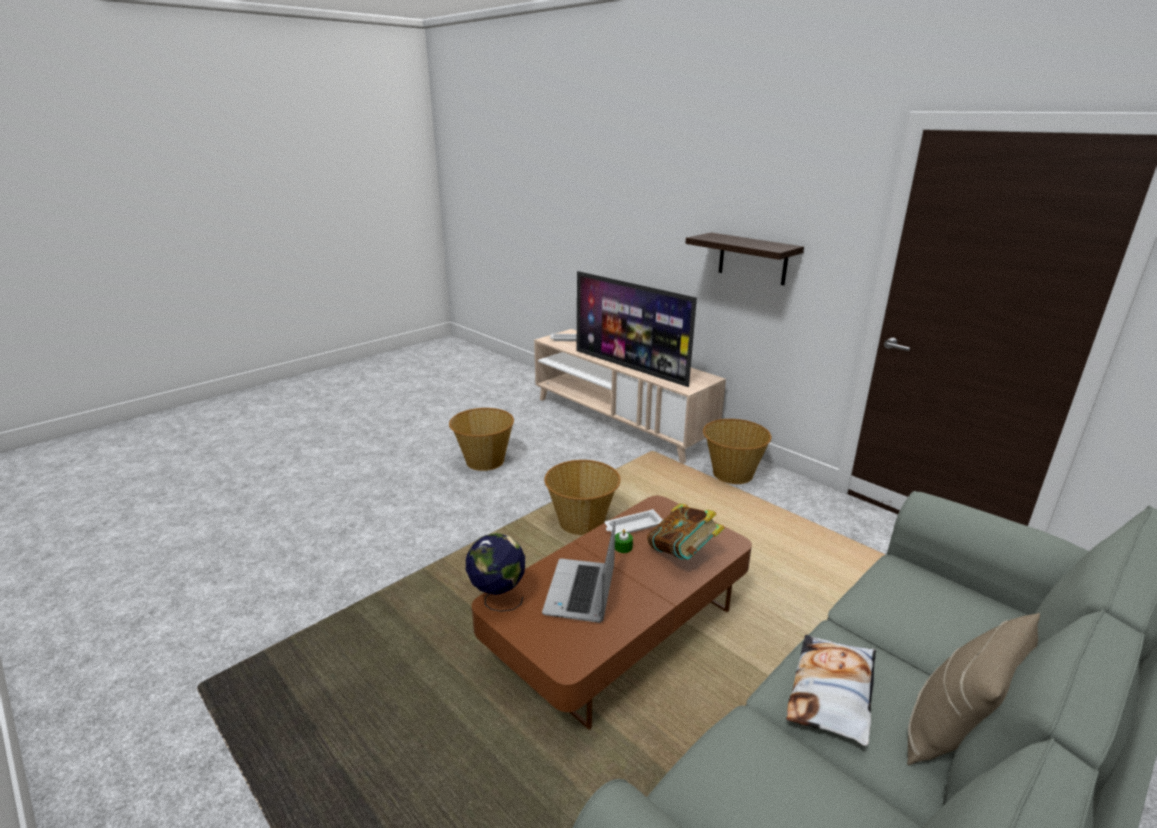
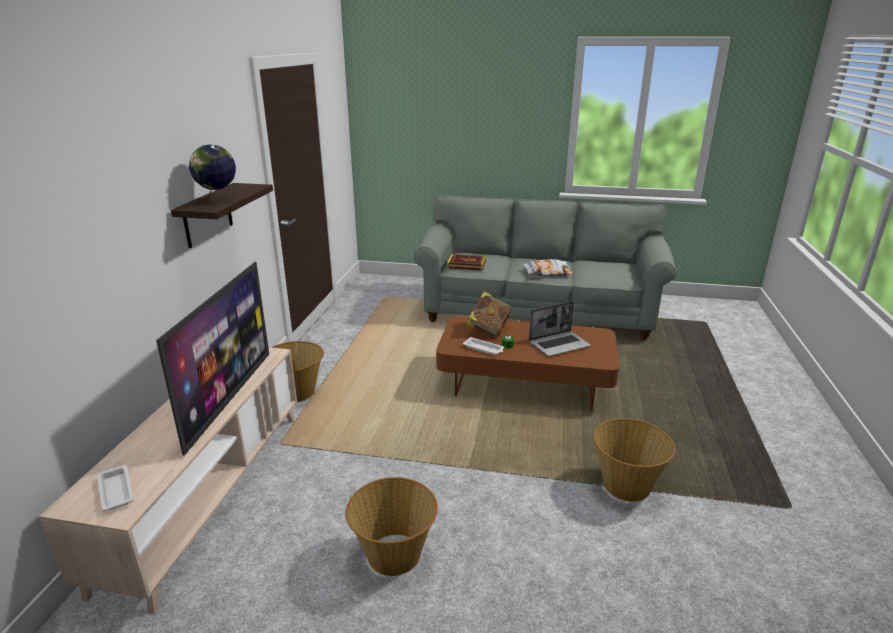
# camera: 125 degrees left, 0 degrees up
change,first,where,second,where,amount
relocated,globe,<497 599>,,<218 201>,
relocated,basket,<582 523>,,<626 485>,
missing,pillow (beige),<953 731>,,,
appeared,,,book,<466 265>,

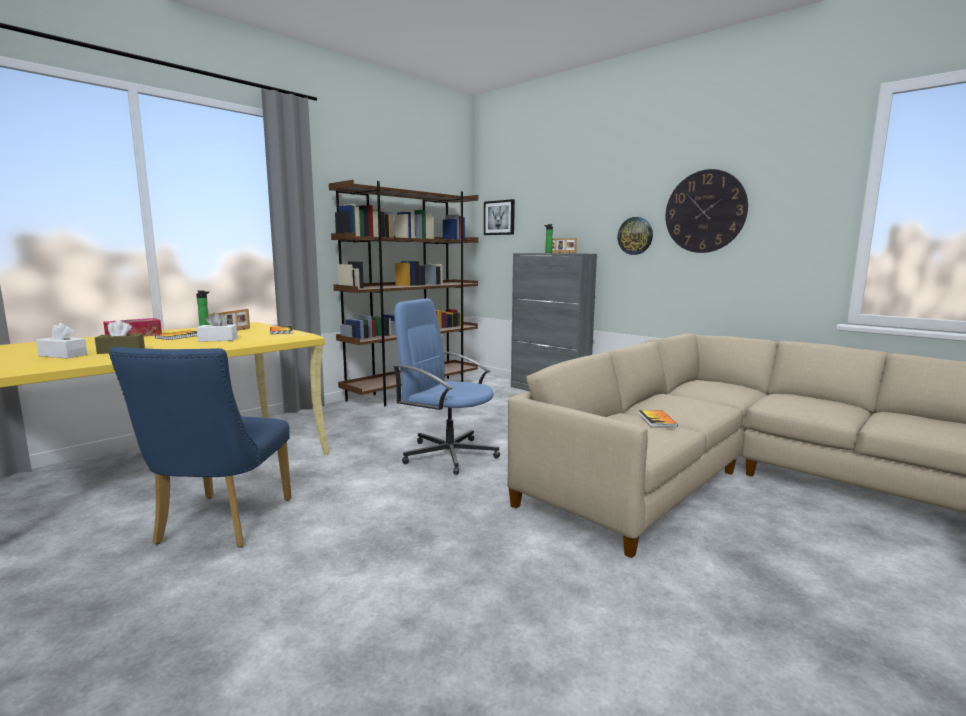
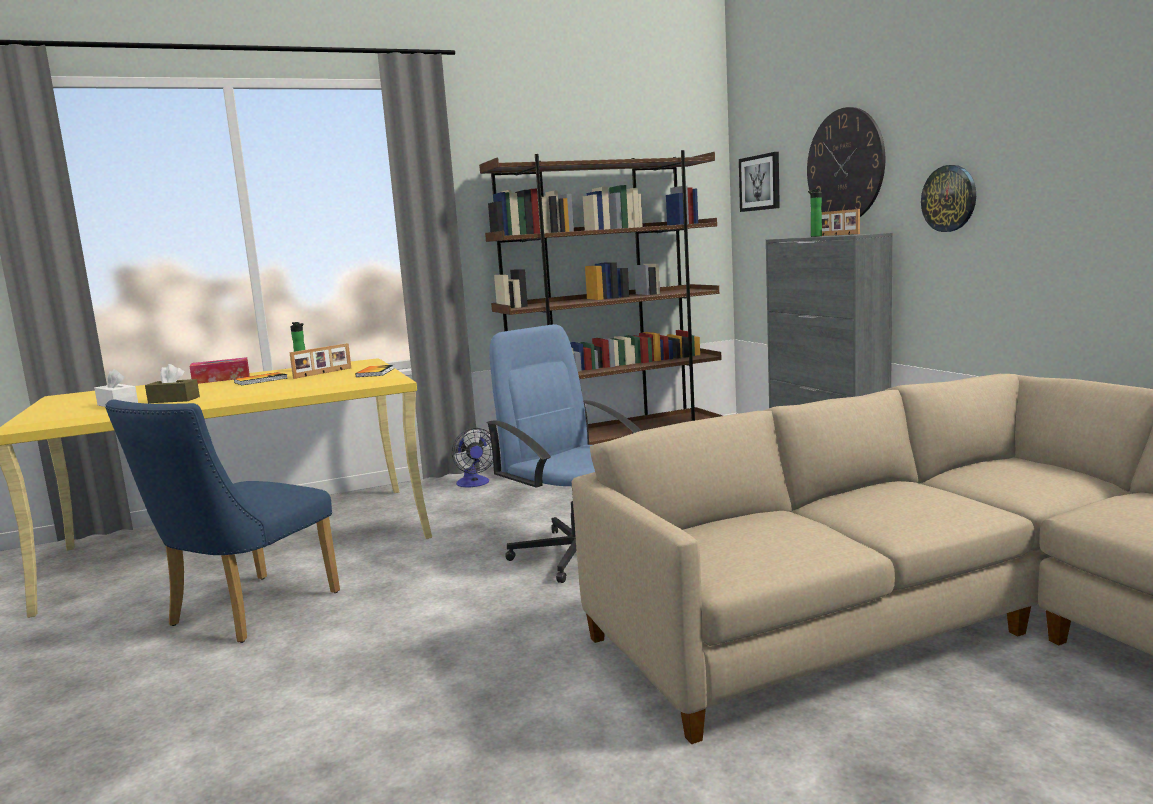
# camera: 25 degrees right, 0 degrees up
change,first,where,second,where,amount
missing,tissue box (white),<218 339>,,,
missing,book,<657 420>,,,
relocated,wall clock,<705 211>,,<845 166>,
appeared,,,fan,<474 484>,

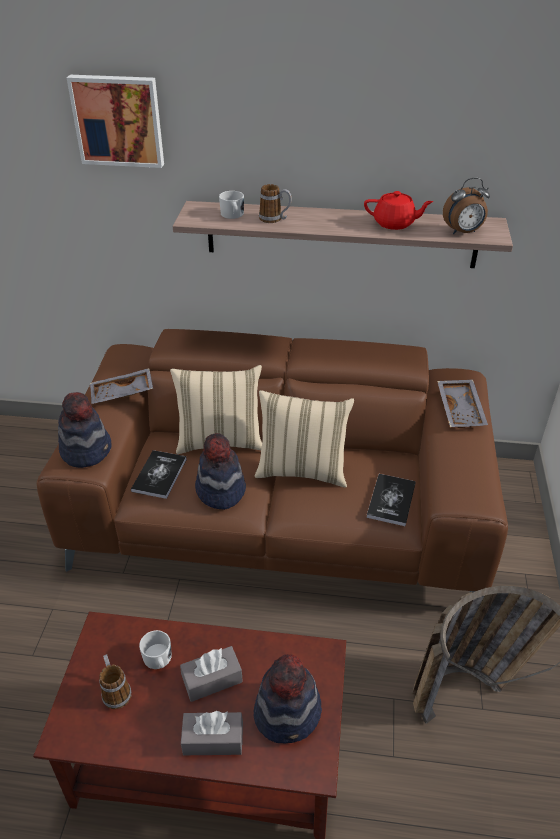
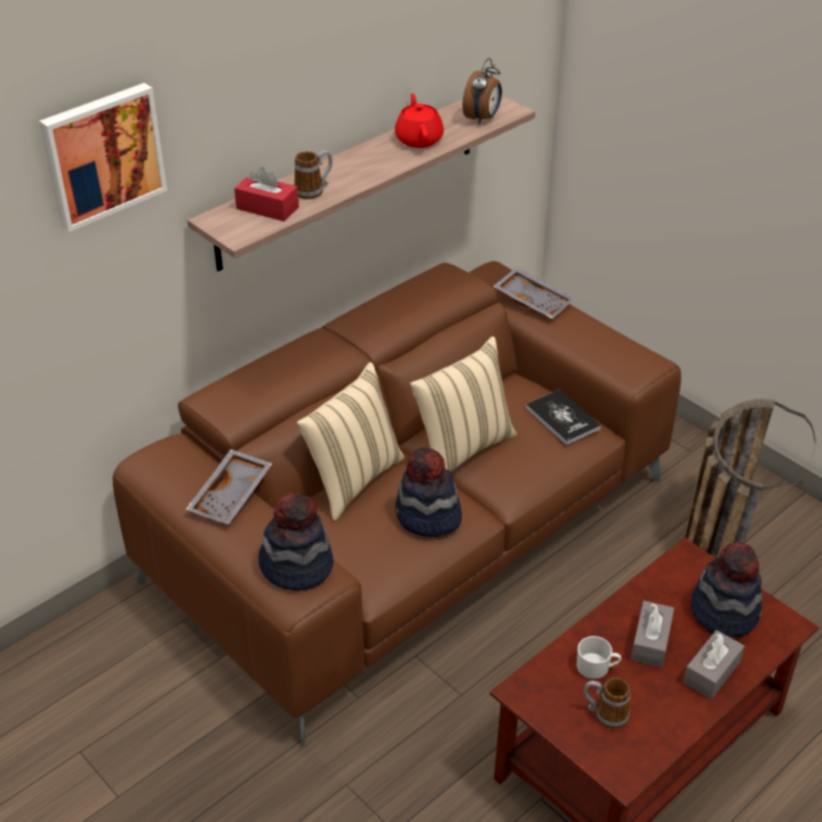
# camera: 50 degrees left, 0 degrees up
change,first,where,second,where,amount
missing,book,<159 475>,,,
exchanged,mug (white),<233 215>,tissue box (red),<267 208>,
spun,teapot (red),<395 223>,,<419 139>,60 degrees counterclockwise

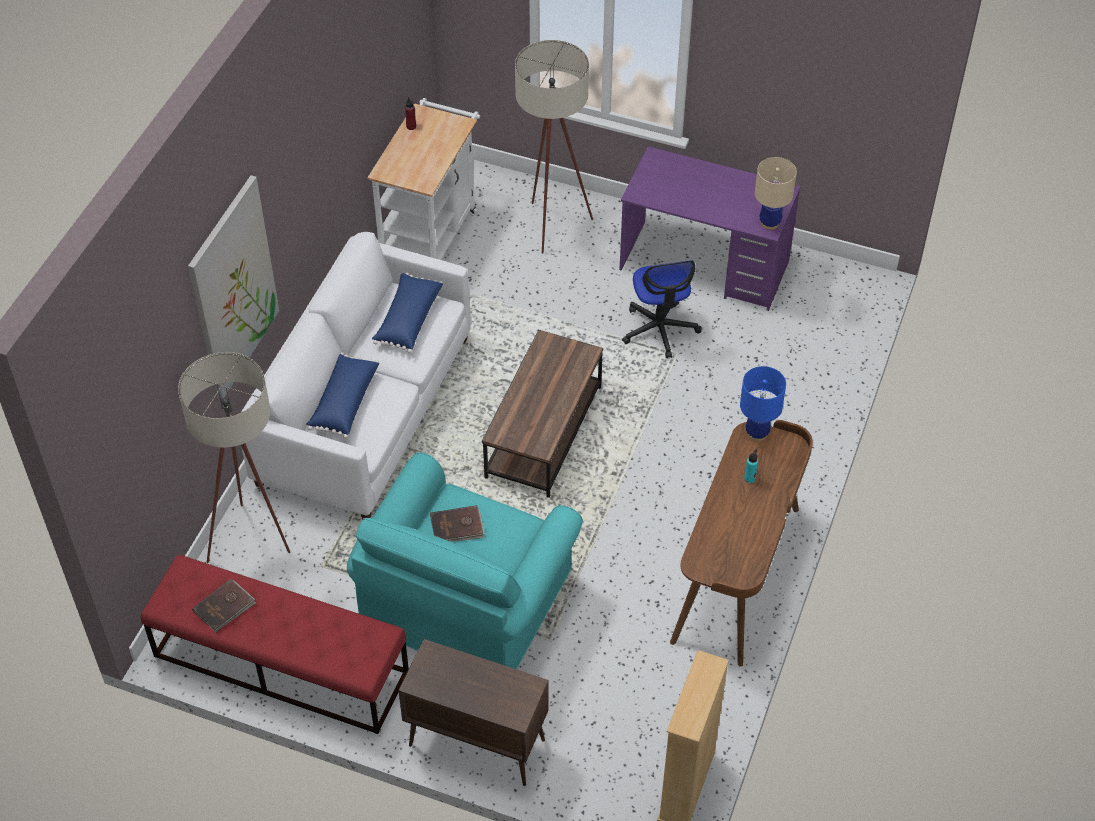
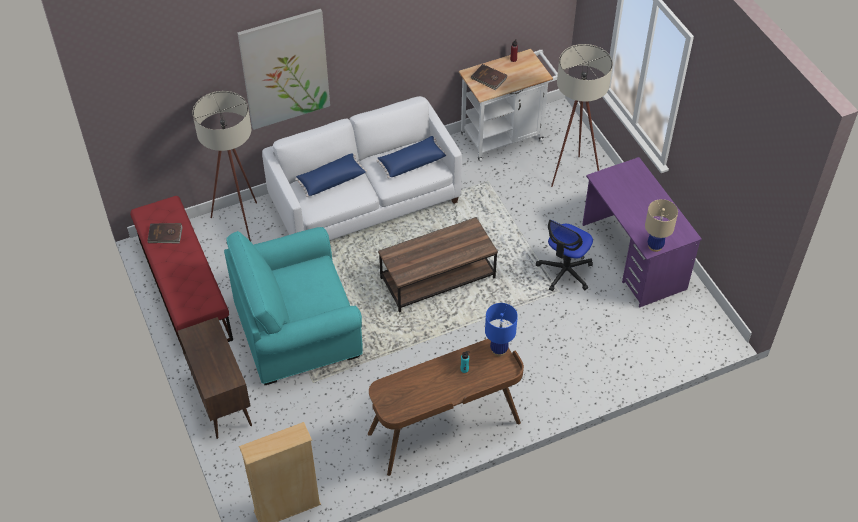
# camera: 45 degrees right, 0 degrees up
change,first,where,second,where,amount
relocated,book (brown),<457 527>,,<489 78>,

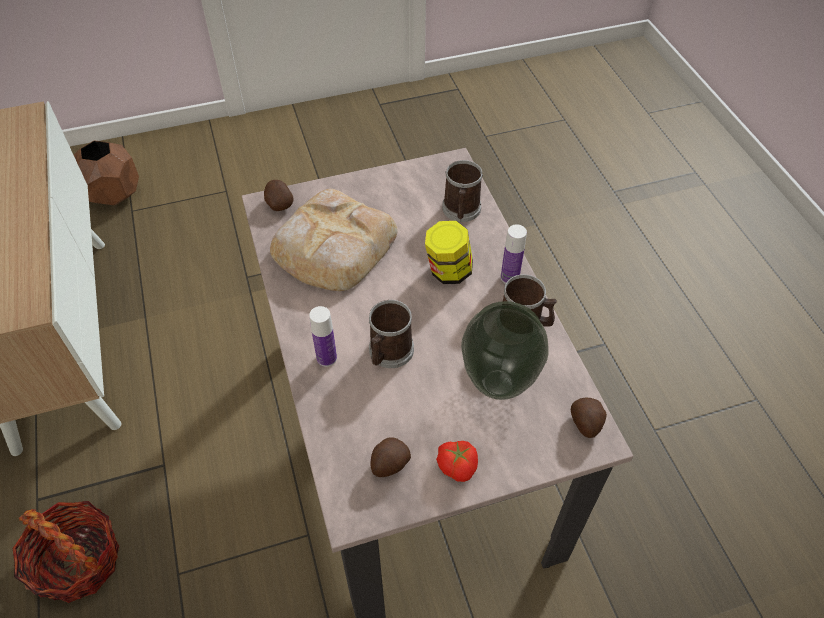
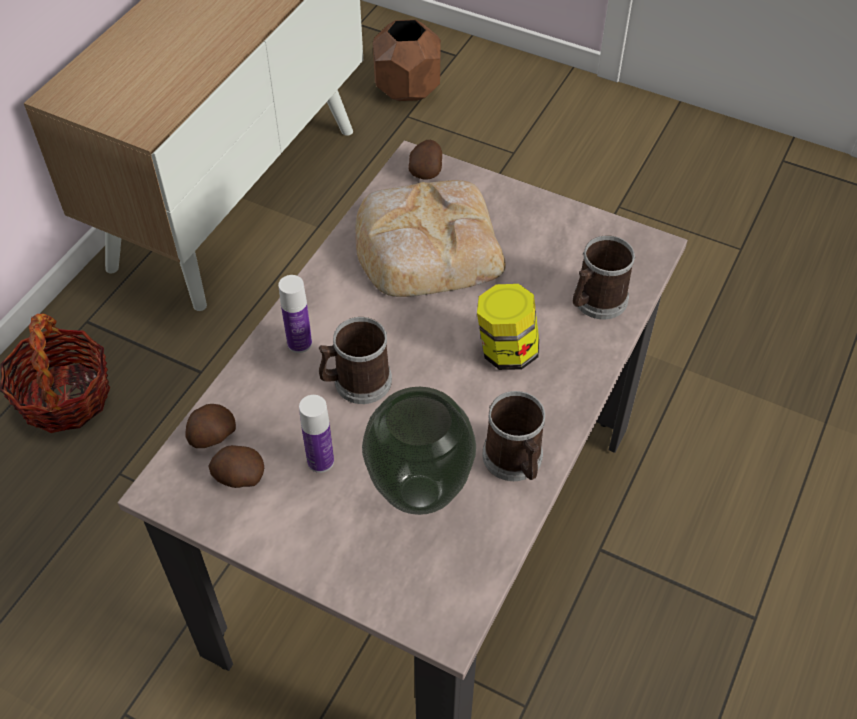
# camera: 45 degrees right, 0 degrees up
change,first,where,second,where,amount
missing,tomato,<458 465>,,,
relocated,bottle,<509 277>,,<320 461>,
relocated,potato,<585 424>,,<212 436>,

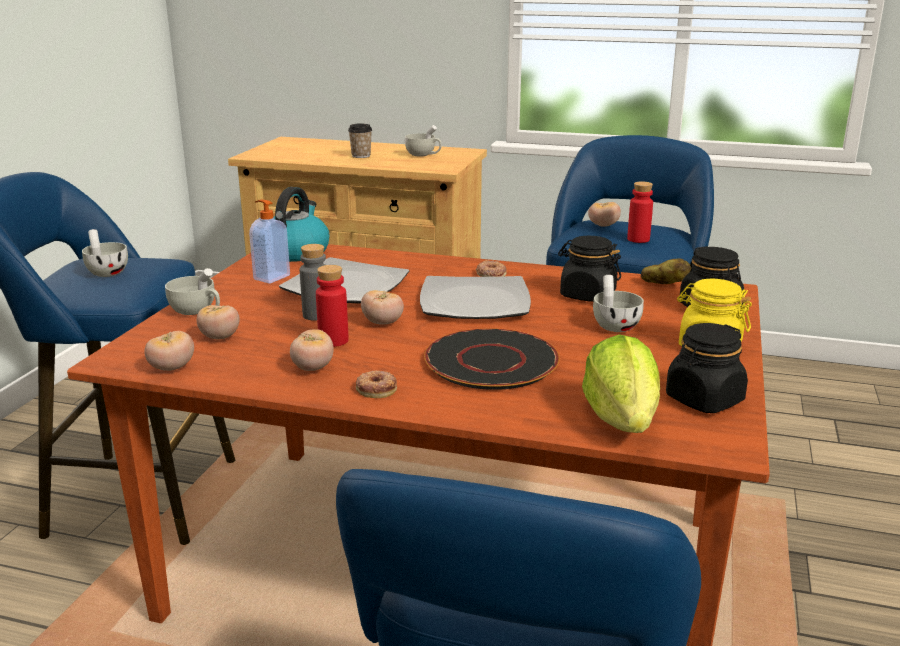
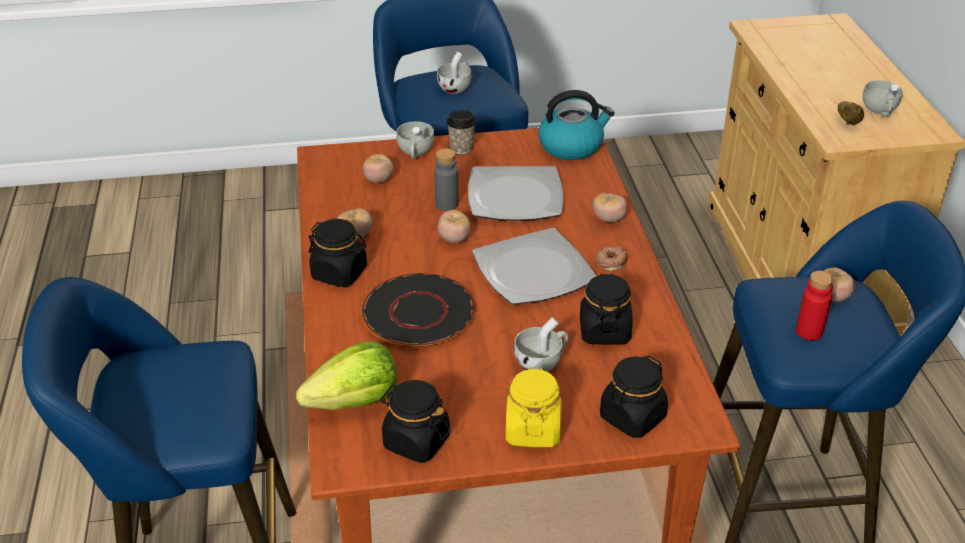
# camera: 65 degrees right, 15 degrees up
change,first,where,second,where,amount
relocated,tomato,<172 368>,,<608 219>,
missing,soap dispenser,<271 277>,,,
missing,bottle (red),<333 340>,,,
relocated,cup,<361 156>,,<461 148>,
exchanged,donut,<376 388>,jar (black),<339 273>,
relocated,potato,<665 285>,,<848 122>,

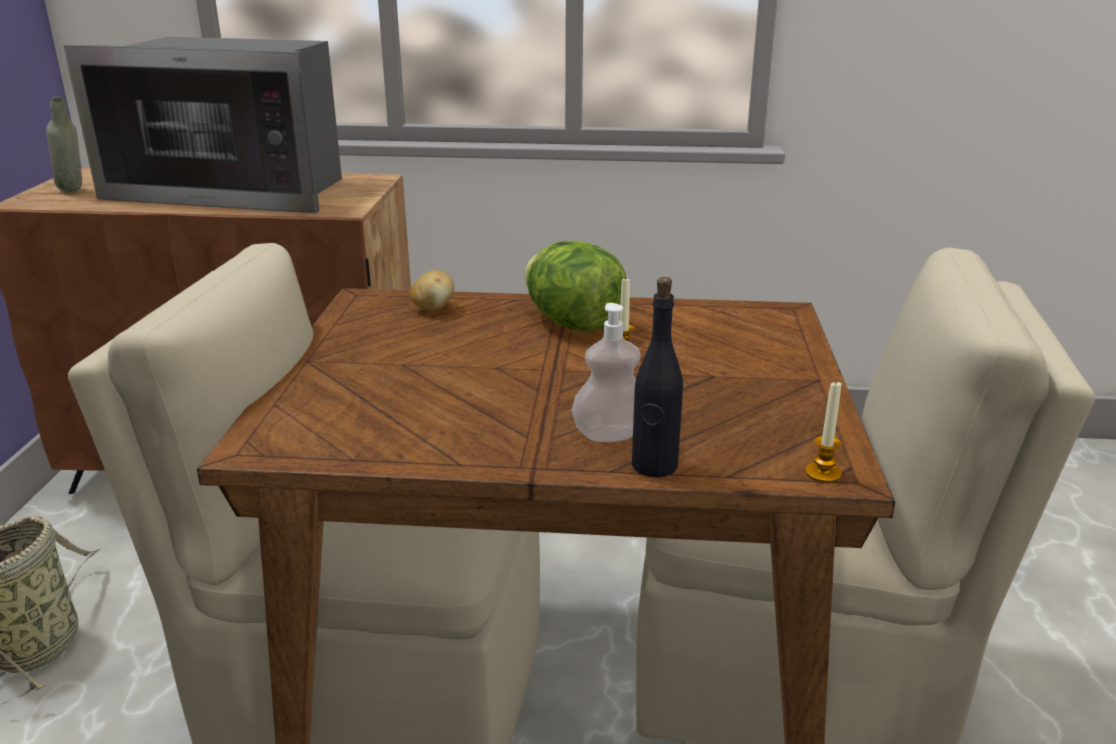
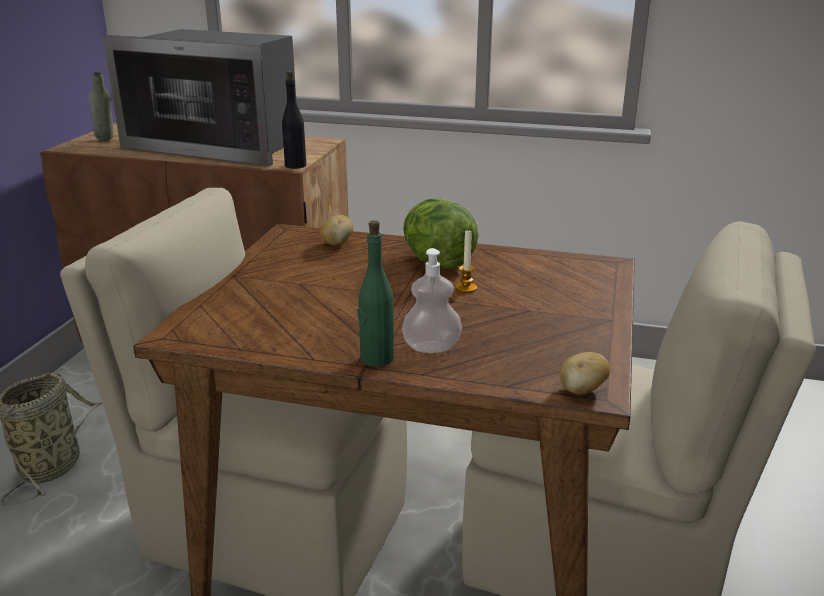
# camera: 10 degrees right, 0 degrees up
change,first,where,second,where,amount
relocated,bottle (black),<654 466>,,<295 165>,
exchanged,candle,<823 473>,potato,<582 391>,
appeared,,,bottle (green),<376 358>,

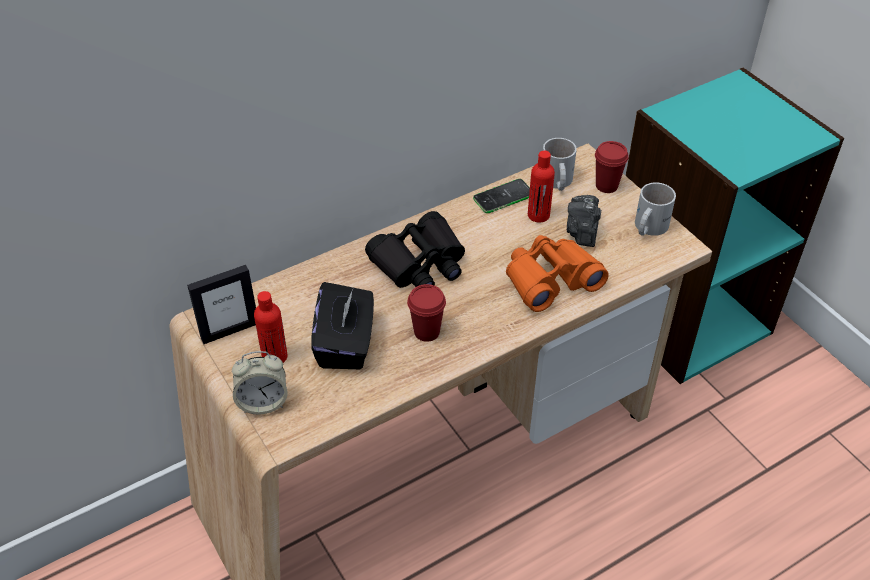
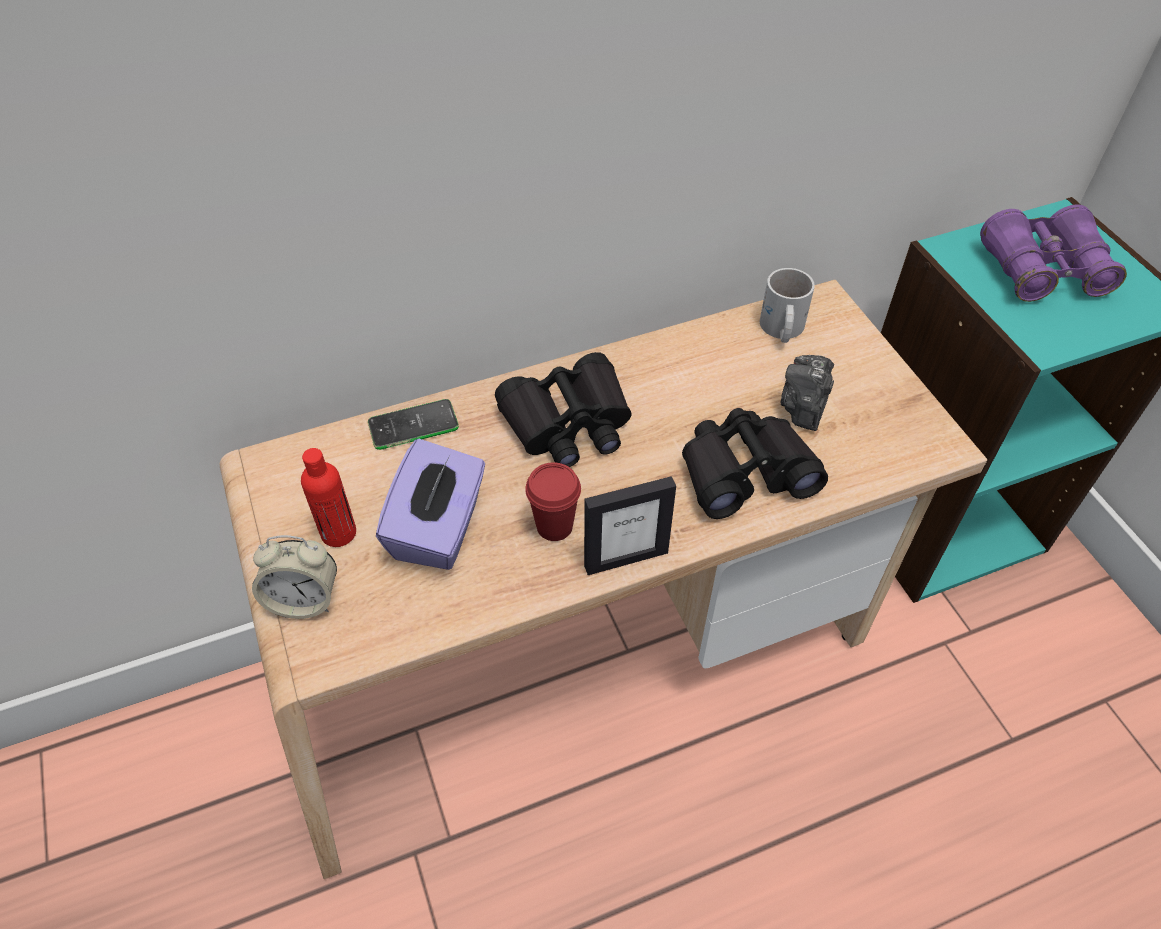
# camera: 10 degrees right, 5 degrees up
change,first,where,second,where,amount
relocated,picture frame,<230 331>,,<625 558>,
colour,tissue box (black),<346 344>,tissue box (purple),<439 528>,
relocated,phone,<503 197>,,<413 425>,
colour,binoculars (orange),<550 280>,binoculars (black),<745 472>,
missing,bottle (red),<538 215>,,,
missing,cup (red),<606 186>,,,
missing,mug (white),<647 227>,,,
appeared,,,binoculars (purple),<1043 271>,

